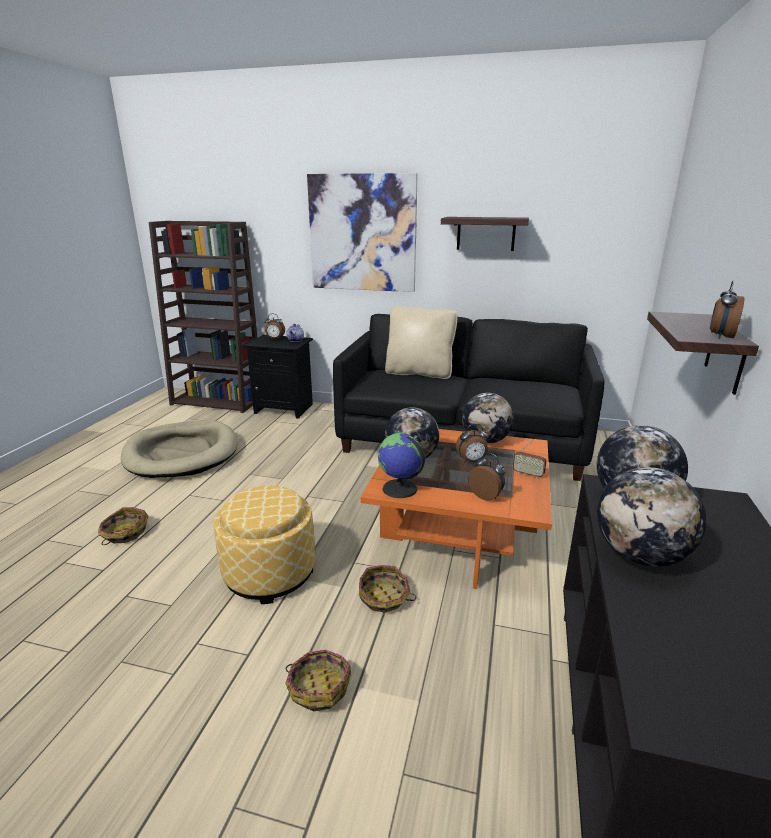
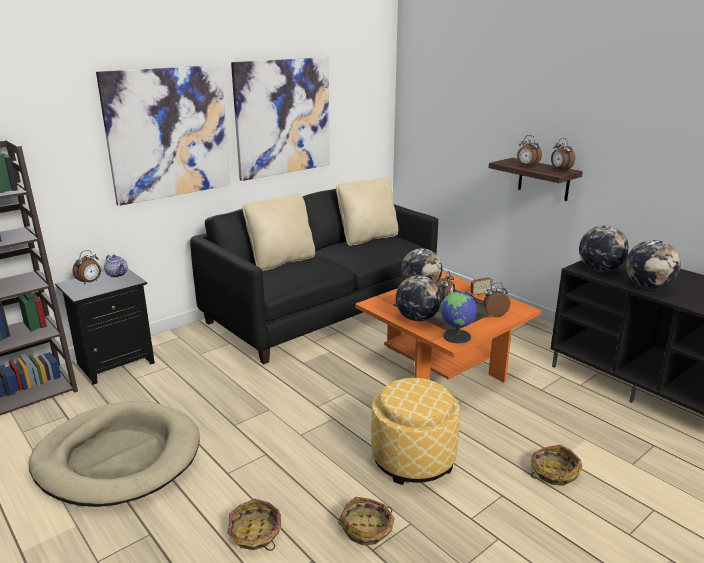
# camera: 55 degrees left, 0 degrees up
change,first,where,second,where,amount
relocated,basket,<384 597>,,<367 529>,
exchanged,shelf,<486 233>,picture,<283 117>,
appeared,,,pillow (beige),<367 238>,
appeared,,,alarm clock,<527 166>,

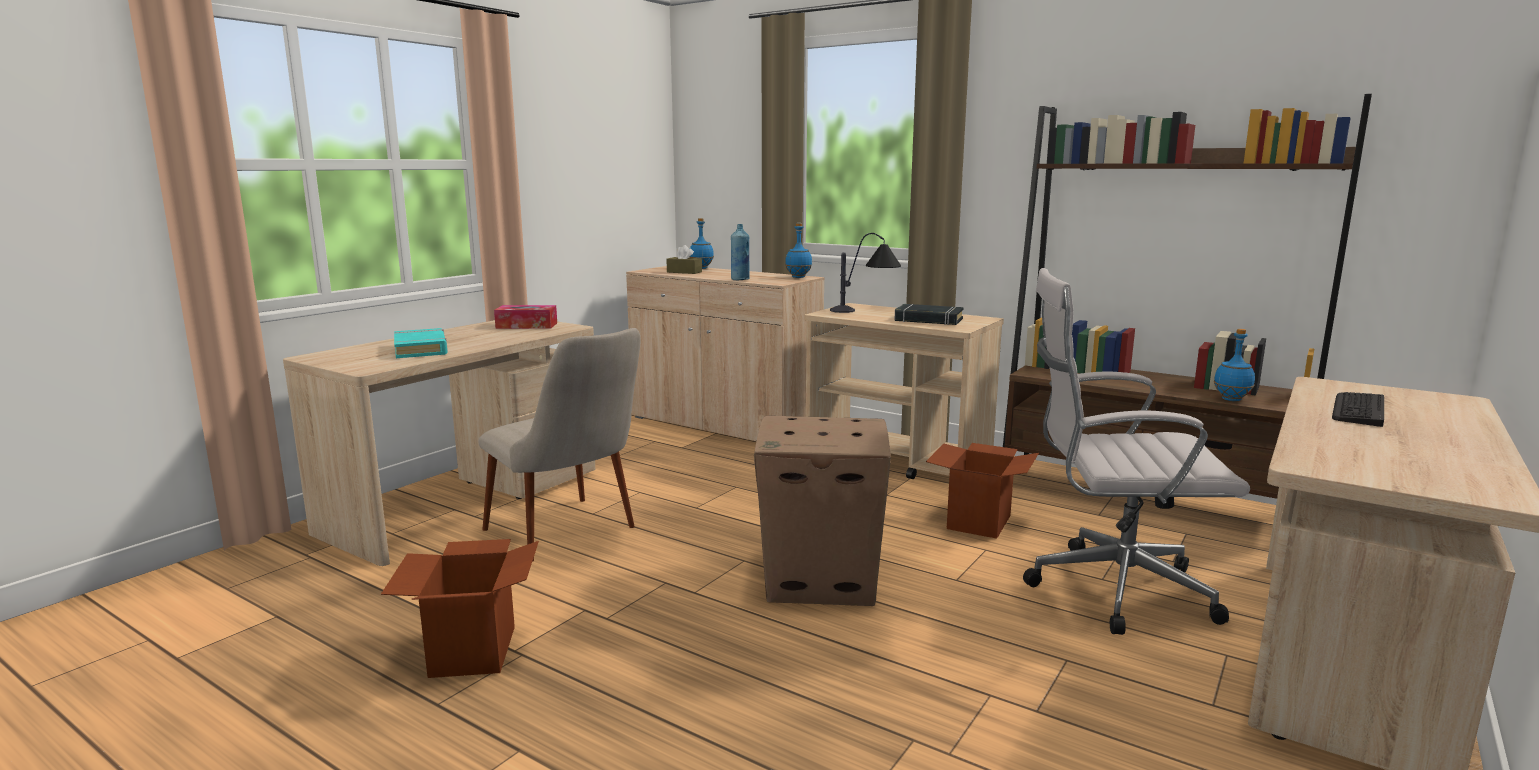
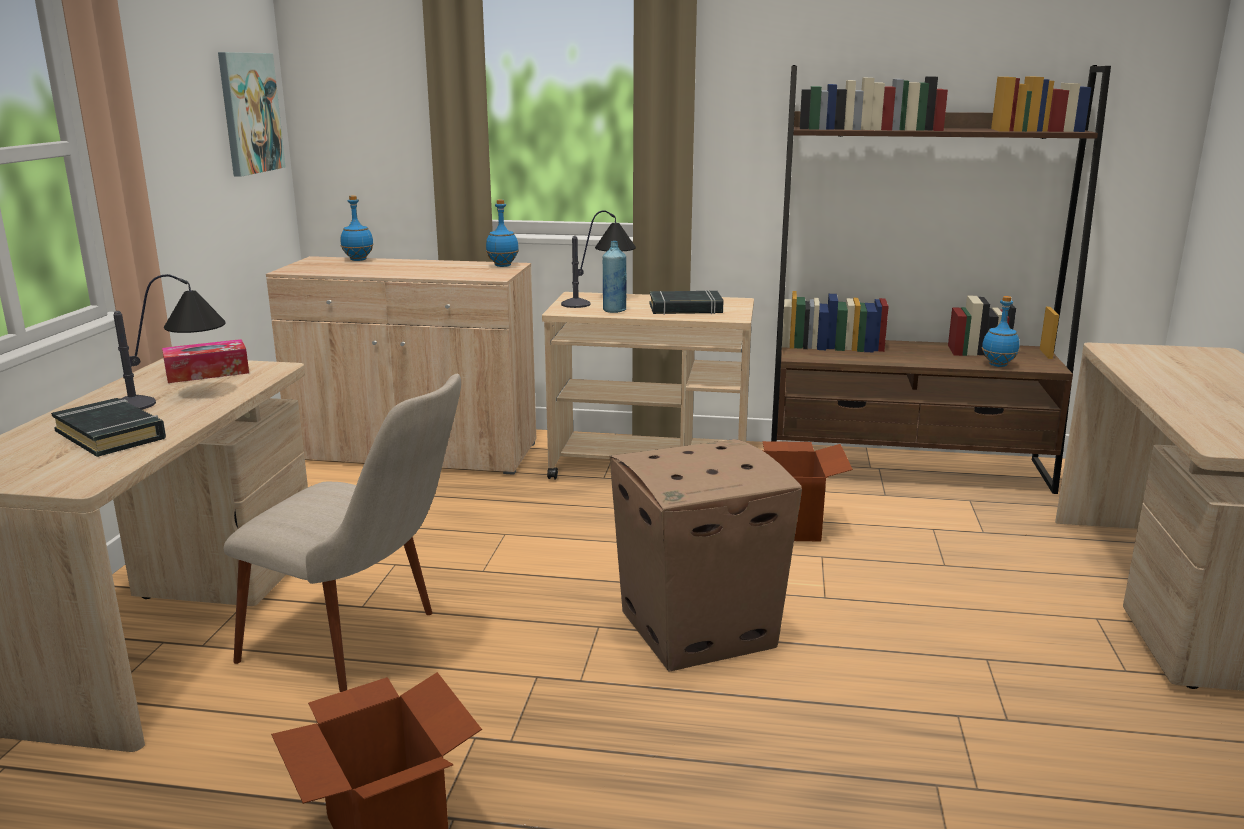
# camera: 25 degrees left, 5 degrees up
change,first,where,second,where,amount
colour,book (turquoise),<421 349>,book (black),<111 435>,
missing,tissue box (brown),<684 272>,,,
relocated,bottle (blue),<740 279>,,<614 310>,
missing,office chair (white),<1111 589>,,,
missing,keyboard,<1358 410>,,,
appeared,,,table lamp,<179 397>,
appeared,,,picture,<249 113>,

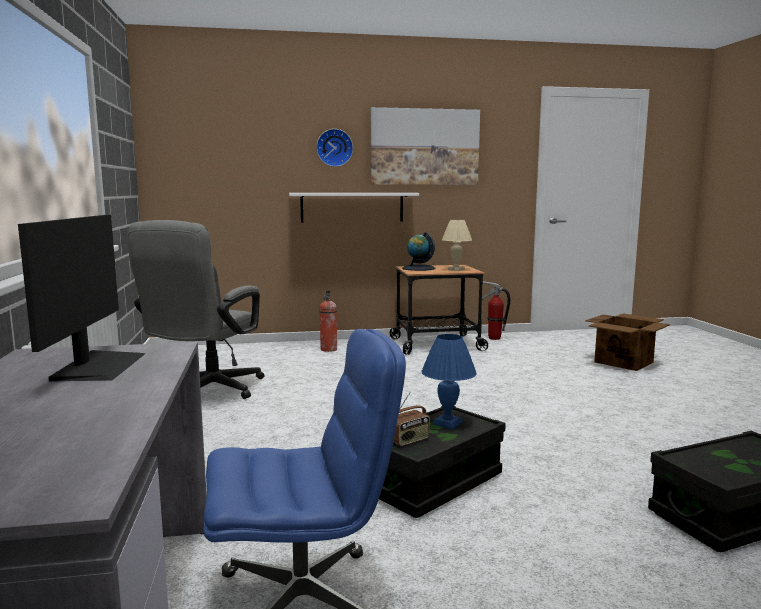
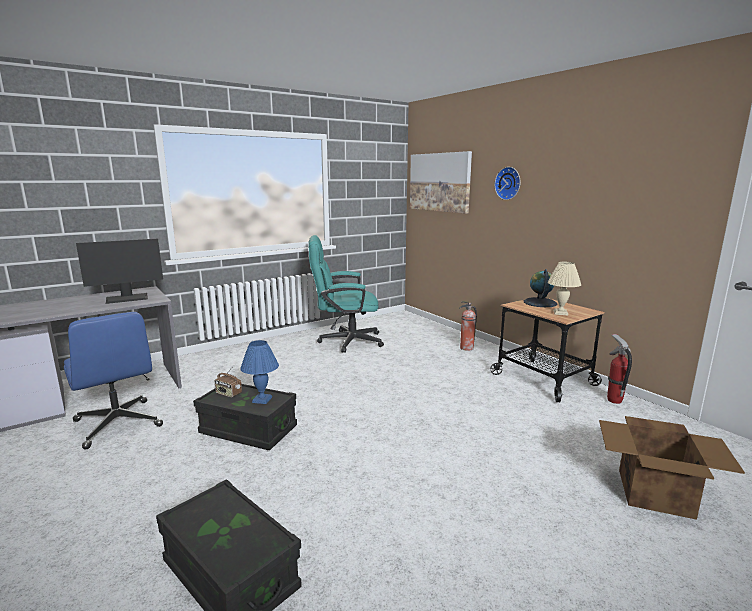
# camera: 65 degrees right, 5 degrees up
change,first,where,second,where,amount
colour,office chair (grey),<205 391>,office chair (turquoise),<344 341>,
missing,shelf (white),<352 207>,,,
relocated,picture,<424 147>,,<439 182>,

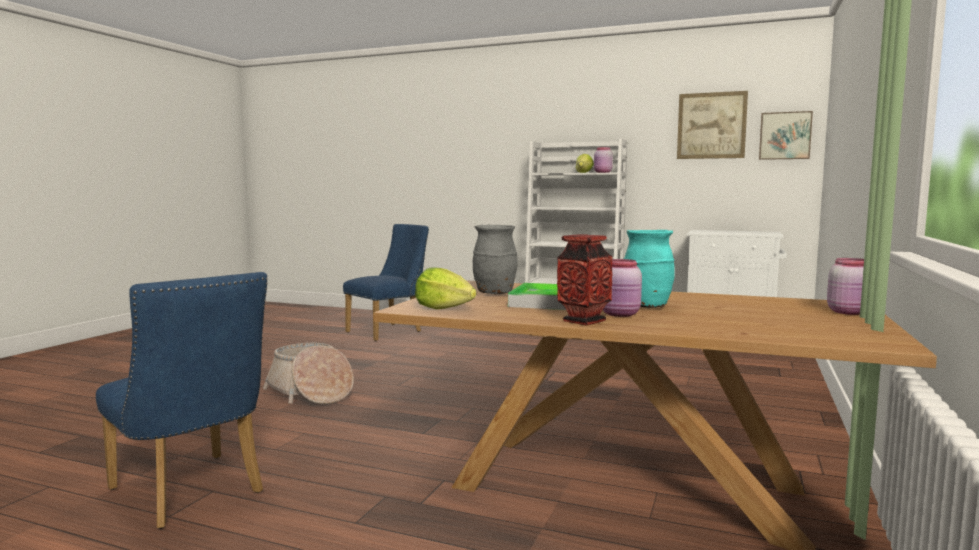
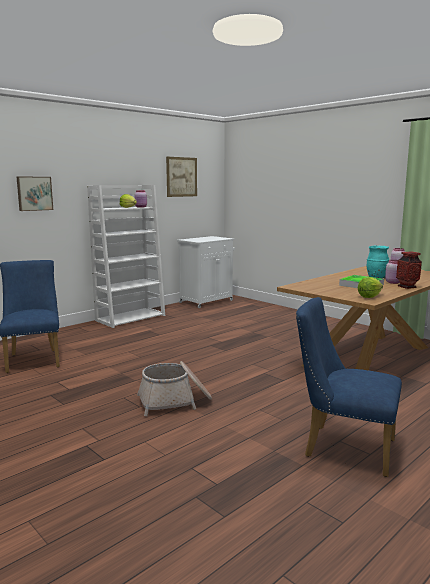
# camera: 65 degrees left, 5 degrees up
change,first,where,second,where,amount
spun,chair (blue),<192 494>,,<342 447>,135 degrees counterclockwise
missing,vase (grey),<495 293>,,,
relocated,picture,<785 136>,,<34 193>,

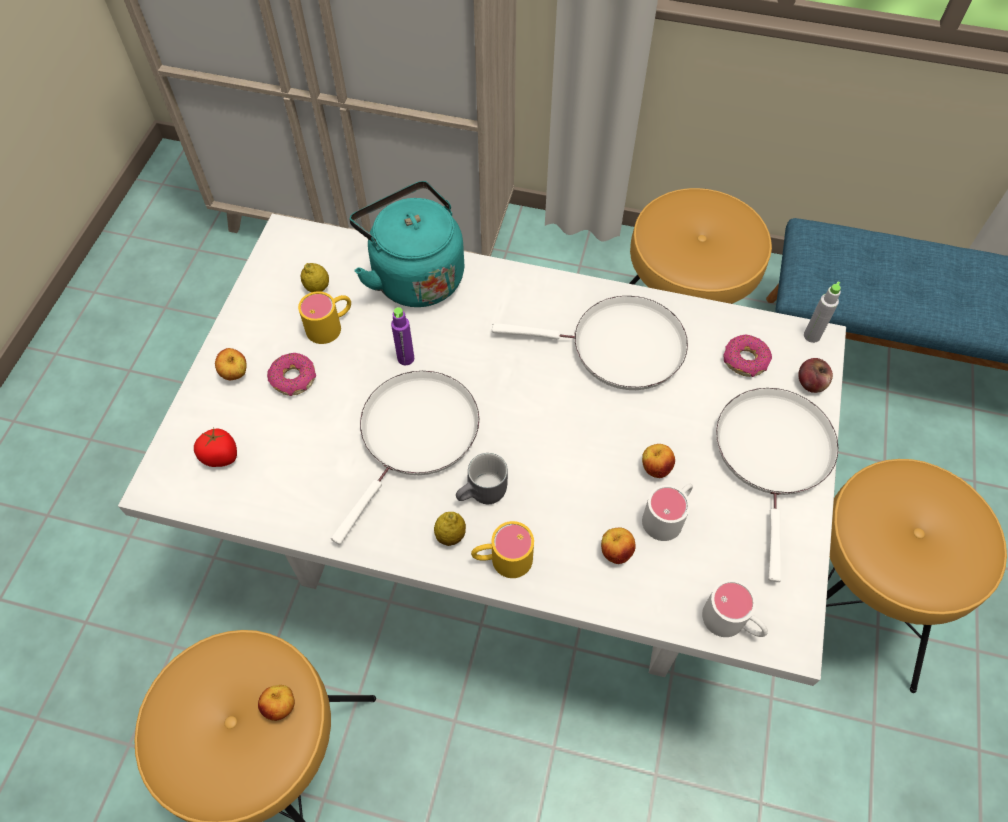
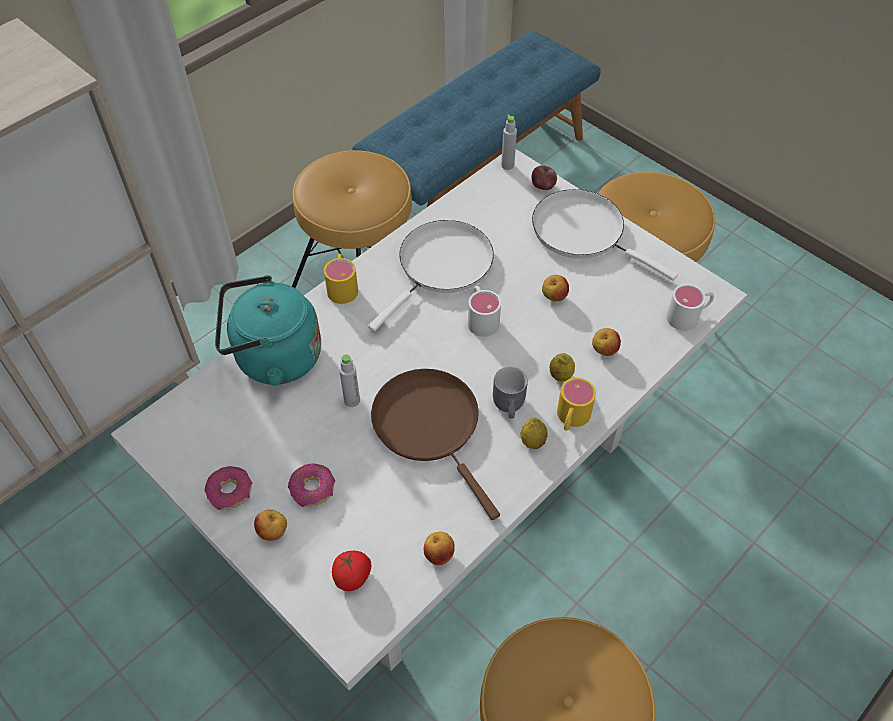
# camera: 60 degrees left, 5 degrees down
change,first,where,second,where,amount
relocated,apple,<281 706>,,<439 554>,
relocated,mug (yellow),<331 325>,,<342 286>,
relocated,lemon,<317 288>,,<560 375>,
colour,frying pan (white),<416 435>,frying pan (brown),<430 425>,
colour,bottle (purple),<406 358>,bottle (grey),<352 400>,
relocated,mug (white),<668 515>,,<481 318>,
relocated,donut,<745 361>,,<230 492>,

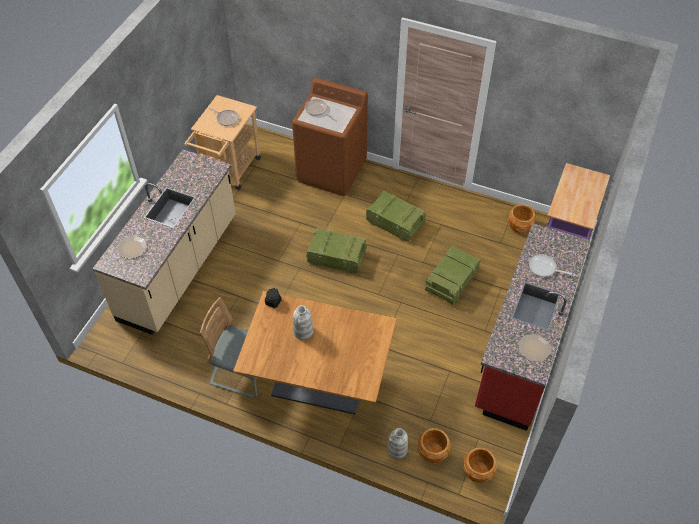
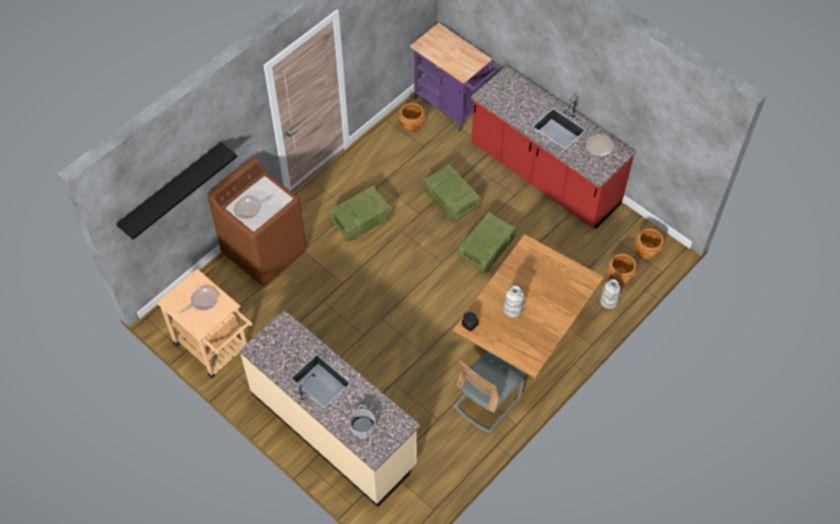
# camera: 70 degrees left, 5 degrees up
change,first,where,second,where,amount
exchanged,plate,<132 247>,cooking pot,<362 427>,
relocated,crate,<337 257>,,<486 248>,
missing,frying pan,<544 268>,,,
appeared,,,shelf (black),<171 189>,

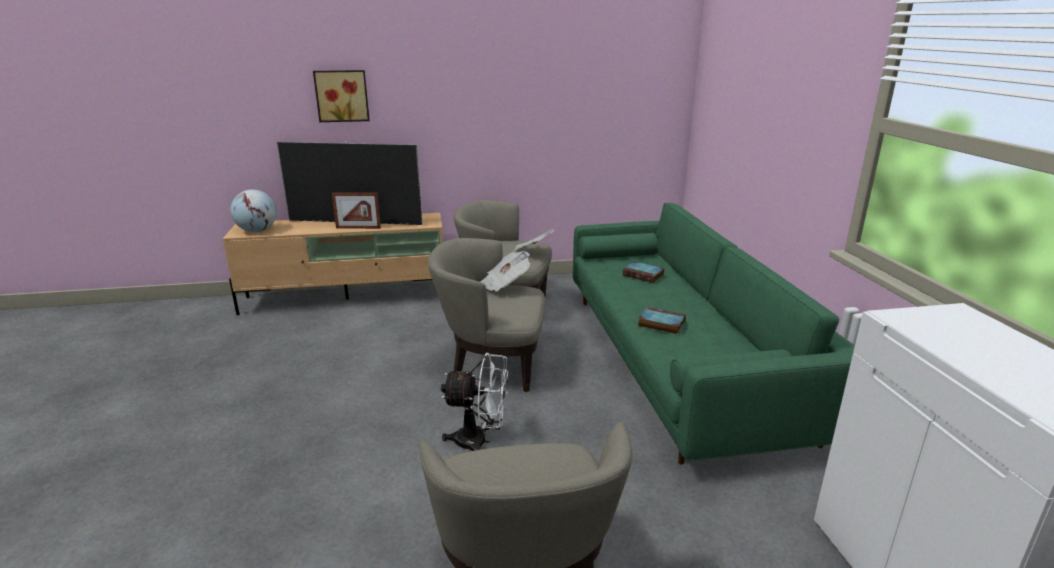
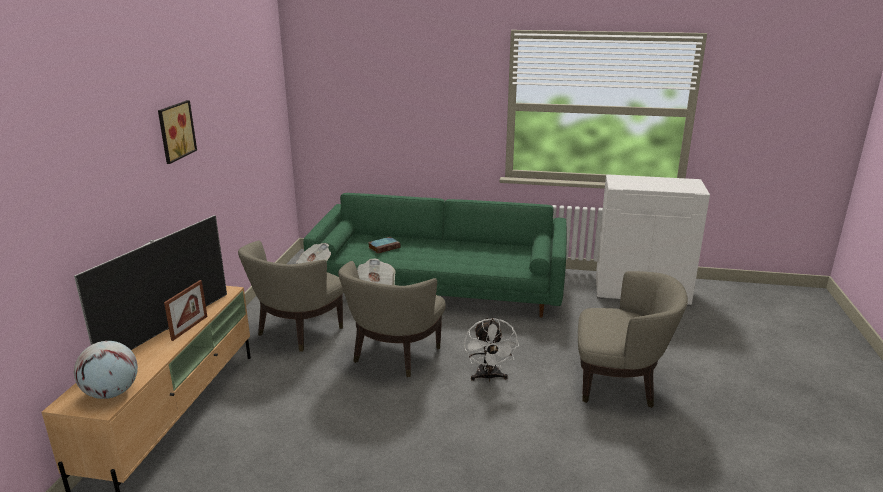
# camera: 70 degrees left, 0 degrees up
change,first,where,second,where,amount
relocated,picture,<342 96>,,<174 131>,
spun,fan (white),<479 442>,,<488 377>,150 degrees clockwise
missing,book,<660 323>,,,

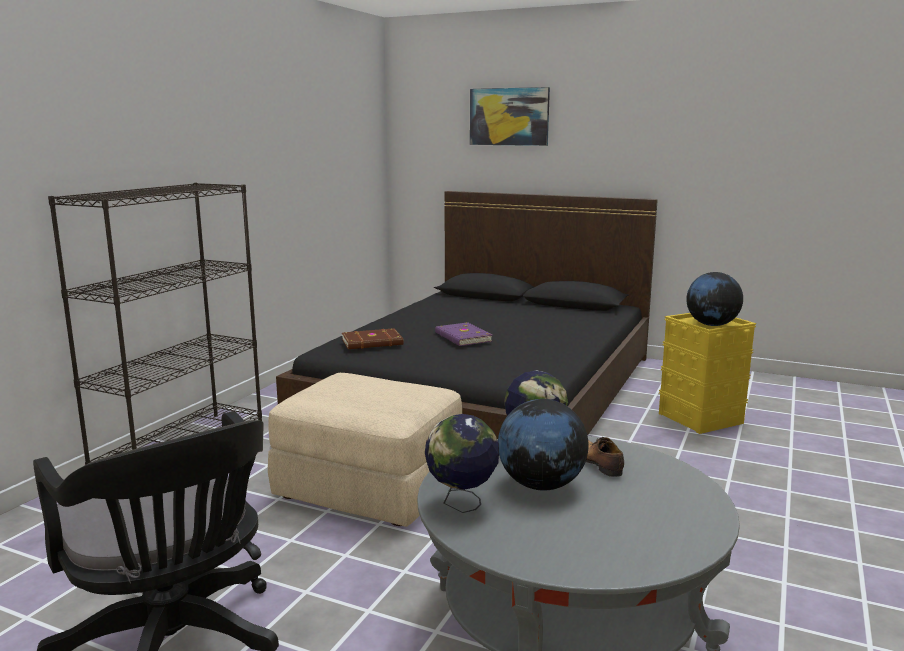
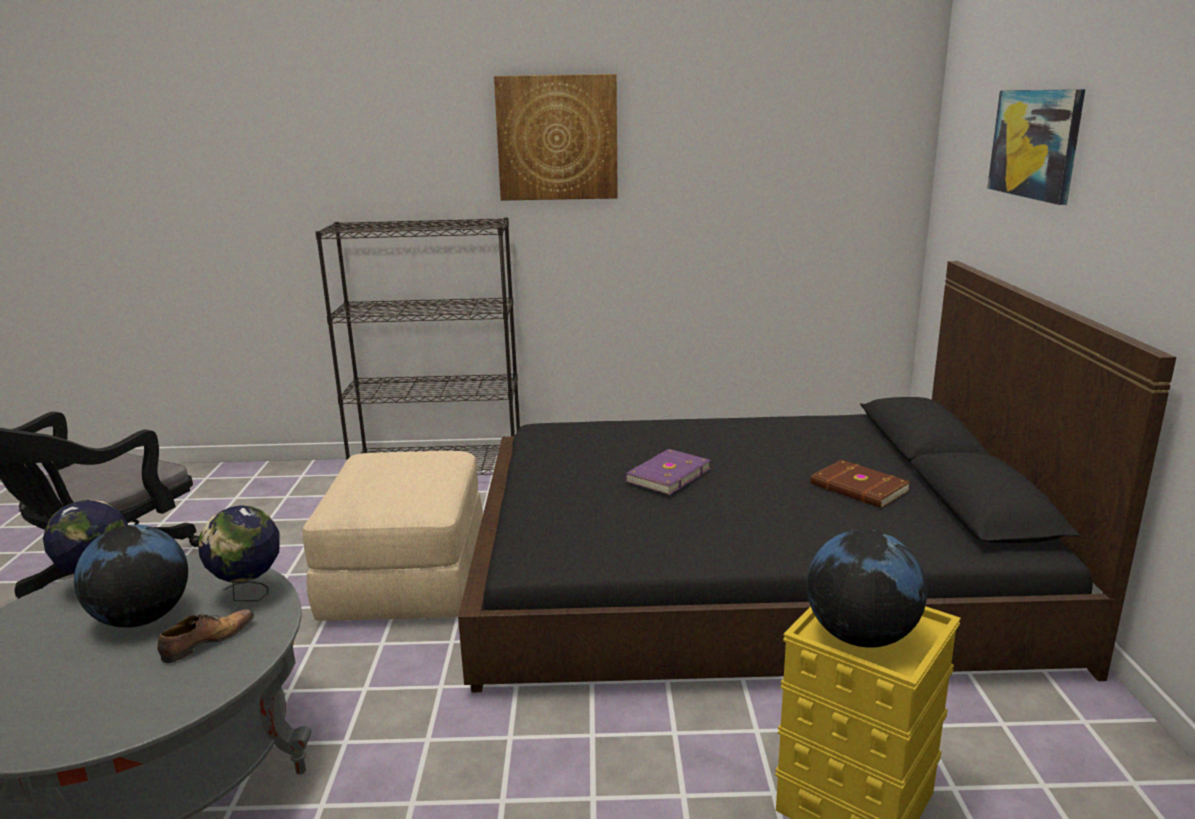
# camera: 65 degrees right, 5 degrees up
change,first,where,second,where,amount
relocated,book (brown),<372 342>,,<859 488>,
appeared,,,picture,<557 138>,

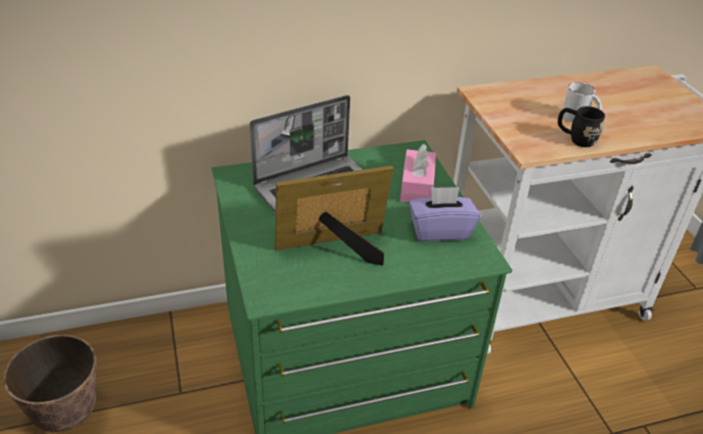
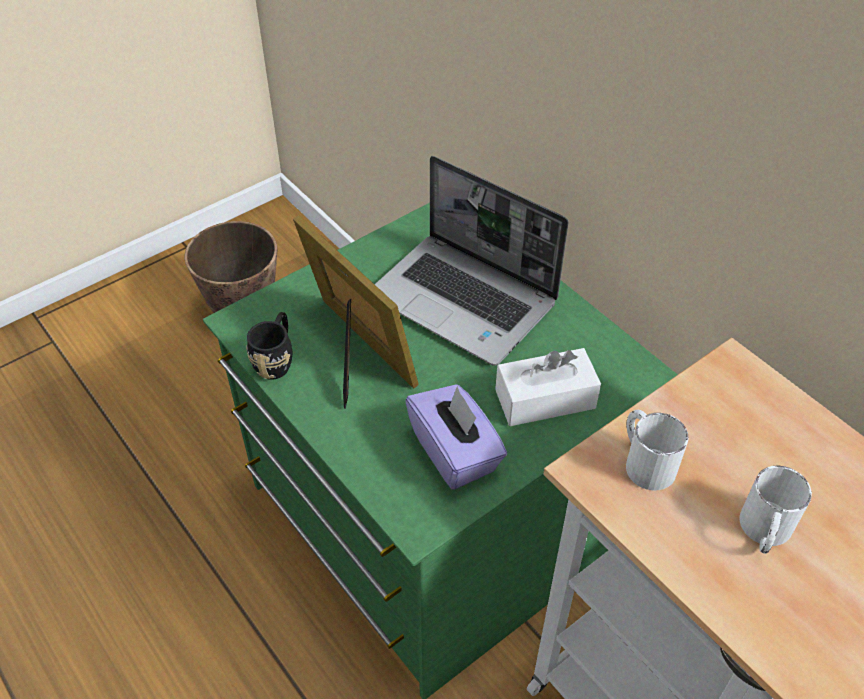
# camera: 70 degrees right, 10 degrees up
change,first,where,second,where,amount
colour,tissue box (pink),<417 186>,tissue box (white),<545 399>,
relocated,mug (black),<576 138>,,<276 359>,
appeared,,,mug (white),<644 460>,

